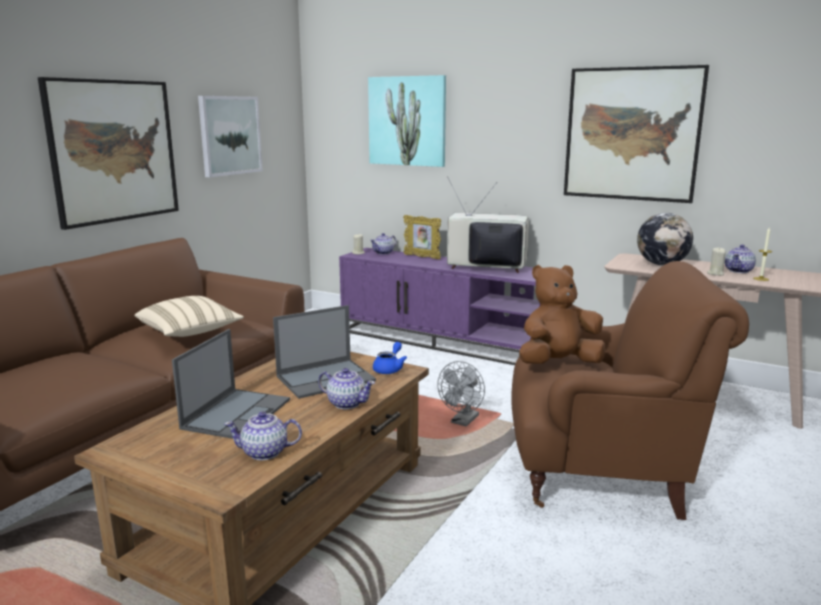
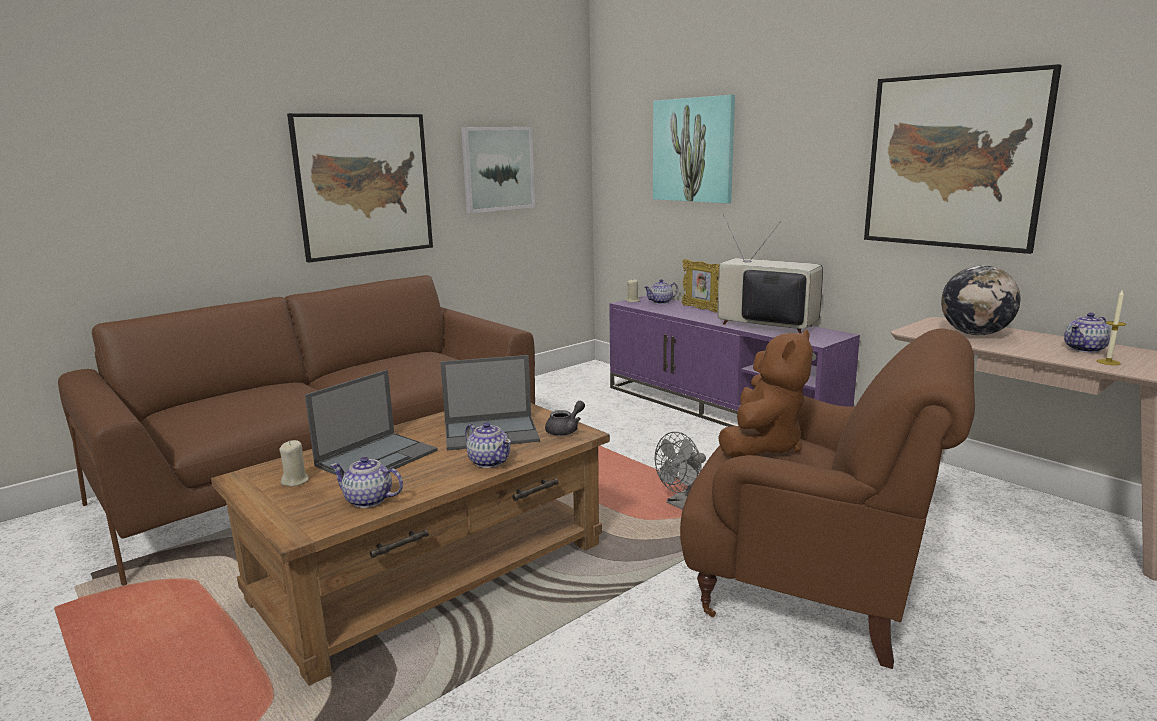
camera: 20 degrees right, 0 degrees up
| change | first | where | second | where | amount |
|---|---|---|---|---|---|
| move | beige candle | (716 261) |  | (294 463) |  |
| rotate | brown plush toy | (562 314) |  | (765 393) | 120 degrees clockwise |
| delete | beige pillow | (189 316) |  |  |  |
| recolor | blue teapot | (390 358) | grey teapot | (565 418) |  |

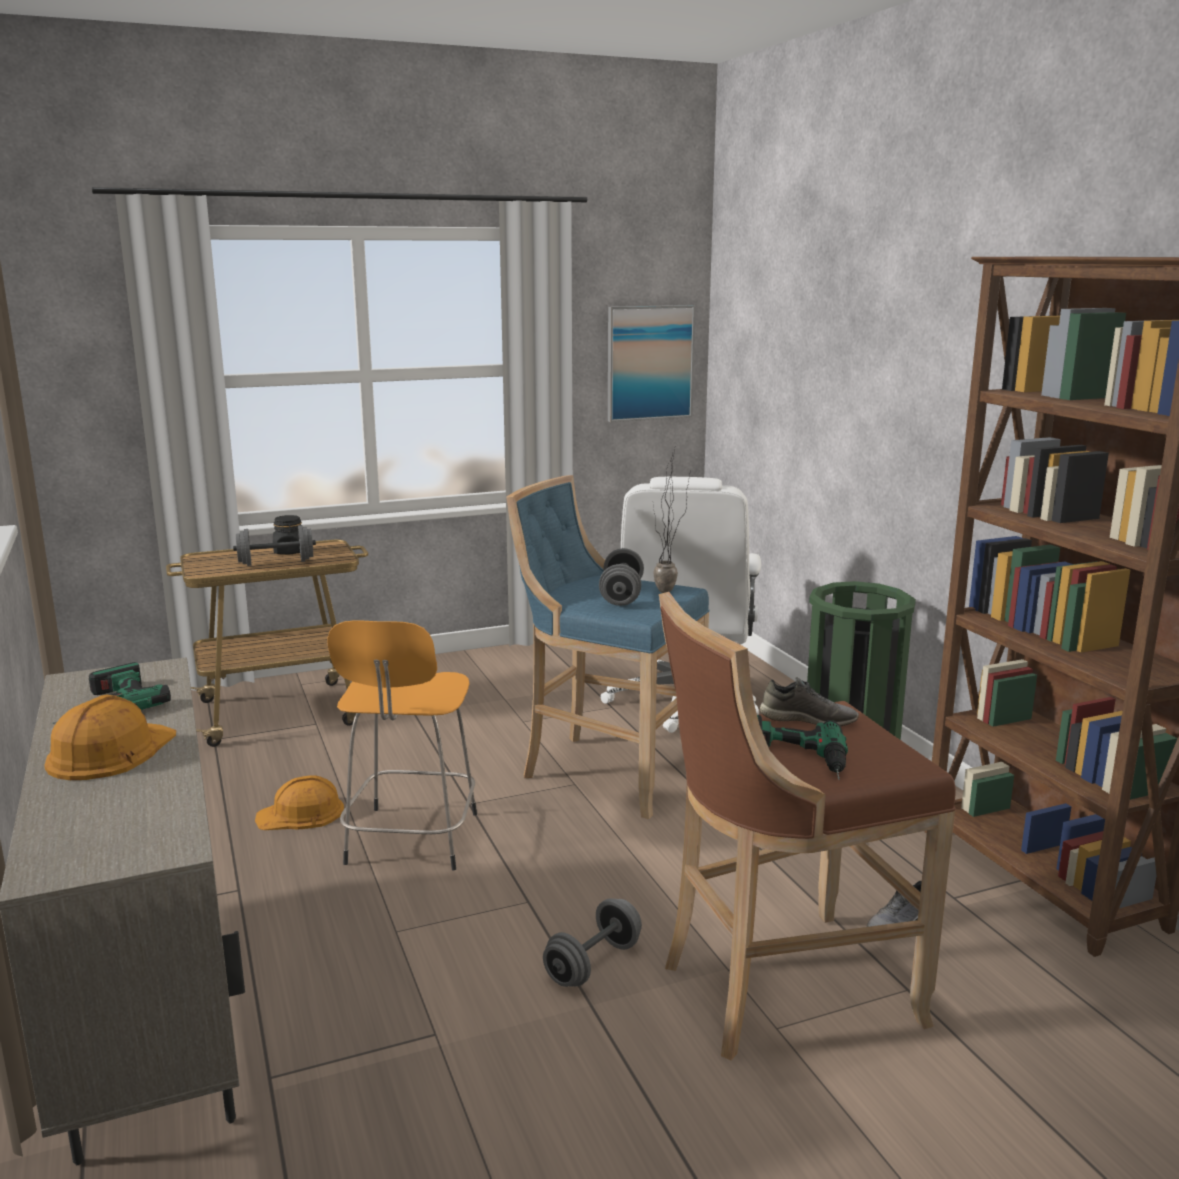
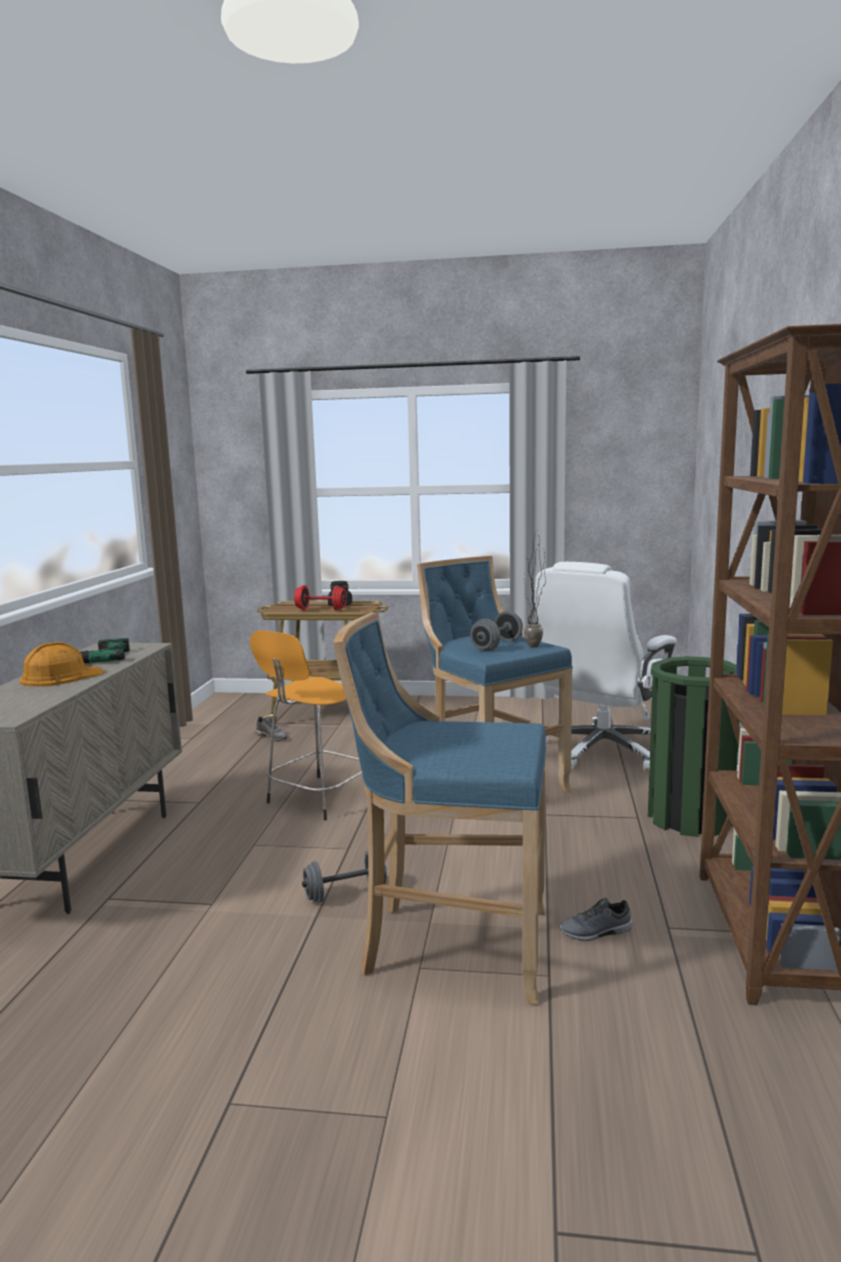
camera: 30 degrees right, 5 degrees down
| change | first | where | second | where | amount |
|---|---|---|---|---|---|
| delete | picture | (651 363) |  |  |  |
| recolor | grey dumbbell | (274 545) | red dumbbell | (320 598) |  |
| recolor | brown stool | (807 826) | blue stool | (439 808) |  |
| move | grey shoe | (809 701) |  | (271 729) |  |
| delete | power drill | (802 747) |  |  |  |
| delete | orange hard hat | (299 802) |  |  |  |

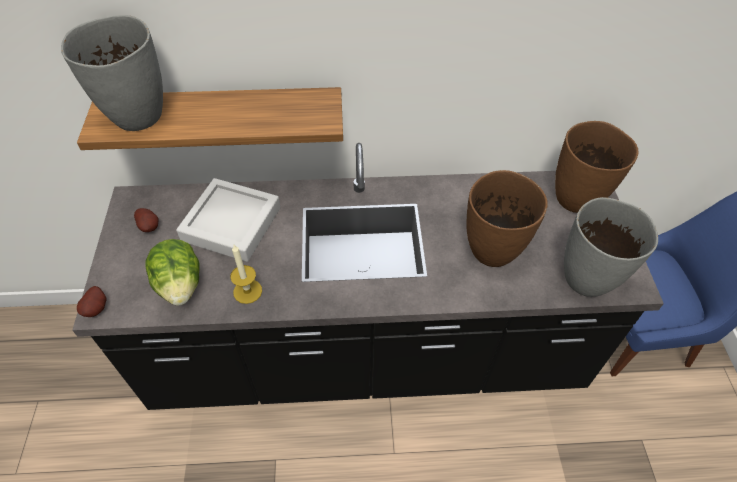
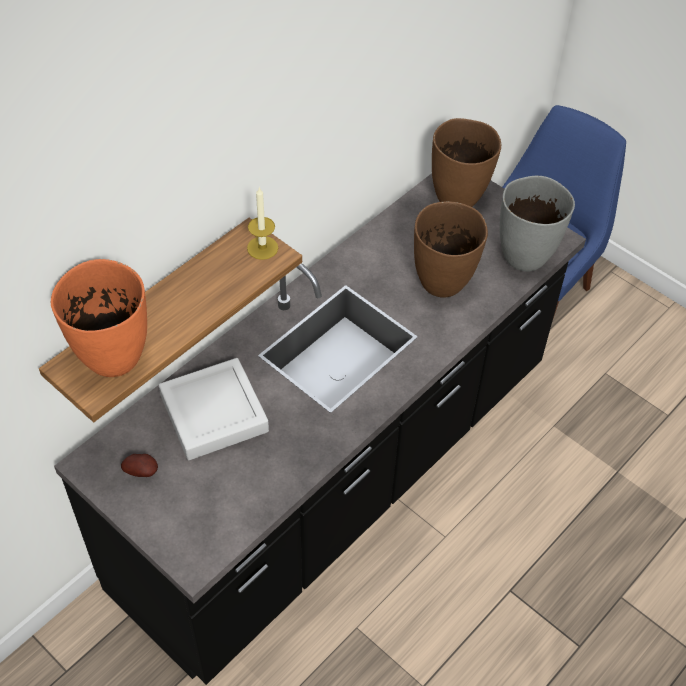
camera: 45 degrees left, 0 degrees up
| change | first | where | second | where | amount |
|---|---|---|---|---|---|
| recolor | grey vase | (112 73) | orange vase | (99 318) |  |
| delete | lettuce | (172 272) |  |  |  |
| move | candle | (246 274) |  | (262 223) |  |
| delete | potato | (92 301) |  |  |  |

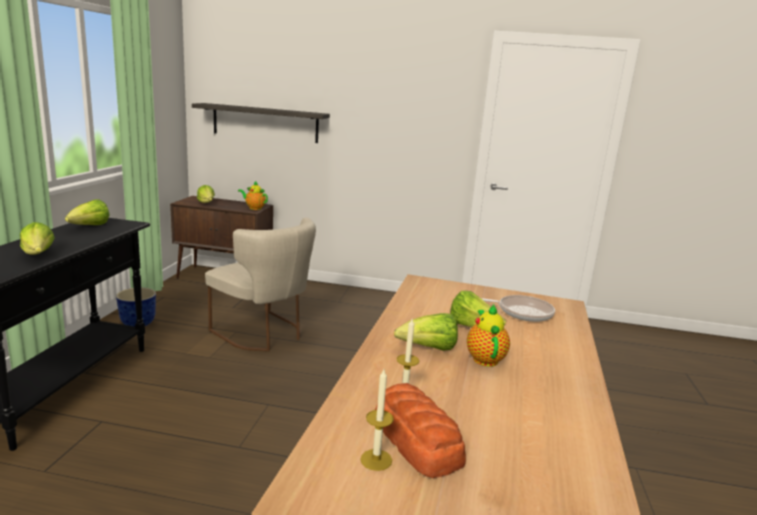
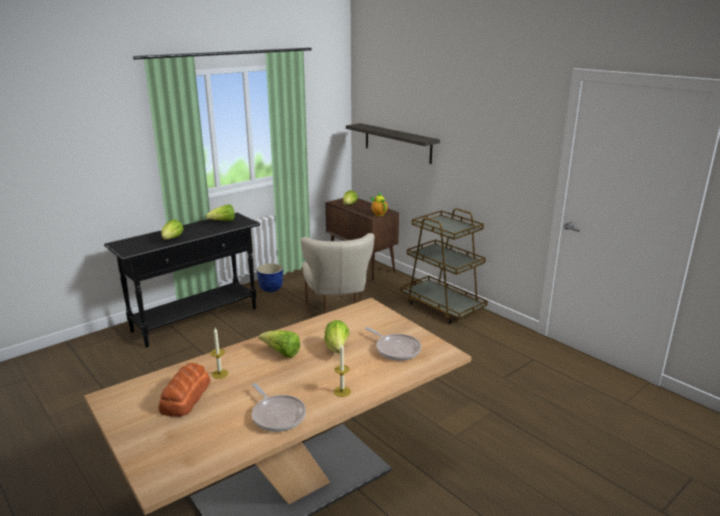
camera: 40 degrees right, 5 degrees up
| change | first | where | second | where | amount |
|---|---|---|---|---|---|
| delete | teapot | (488 335) |  |  |  |
| move | candle | (377 420) |  | (342 370) |  |
| insert |  |  | brown cart | (444 266) |  |
| insert |  |  | frying pan | (279 407) |  |

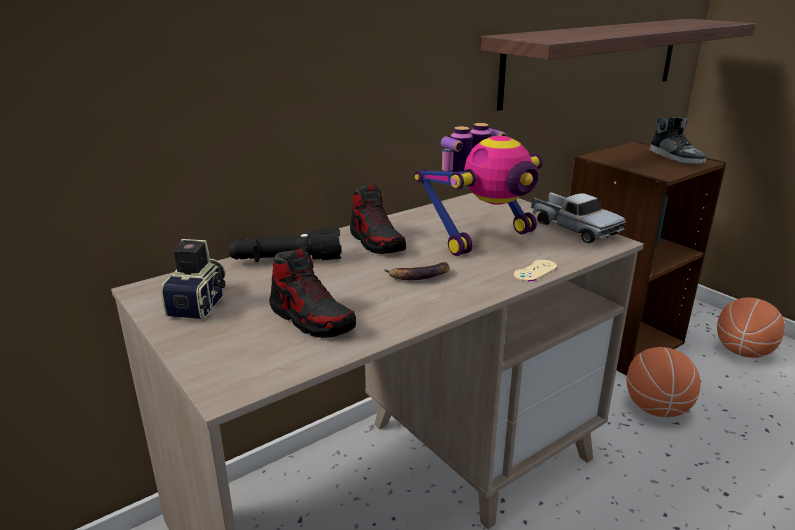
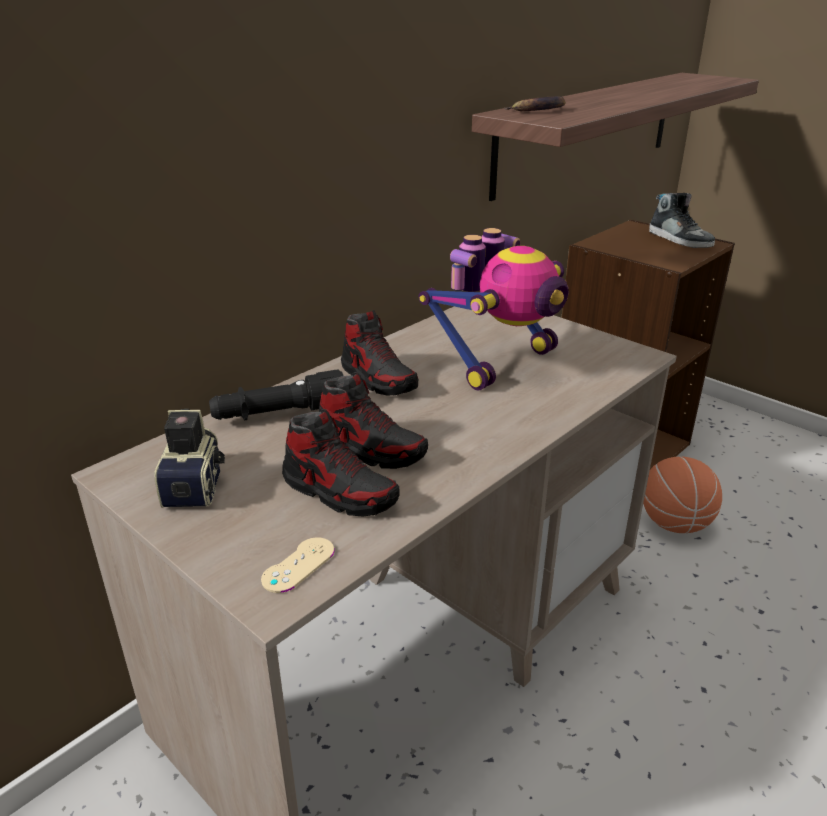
camera: 10 degrees left, 5 degrees up
| change | first | where | second | where | amount |
|---|---|---|---|---|---|
| delete | toy truck | (578 217) |  |  |  |
| move | beige game controller | (535 271) |  | (298 565) |  |
| move | banana | (417 271) |  | (535 103) |  |
| delete | basketball | (751 327) |  |  |  |
| insert |  |  | shoe | (373 420) |  |

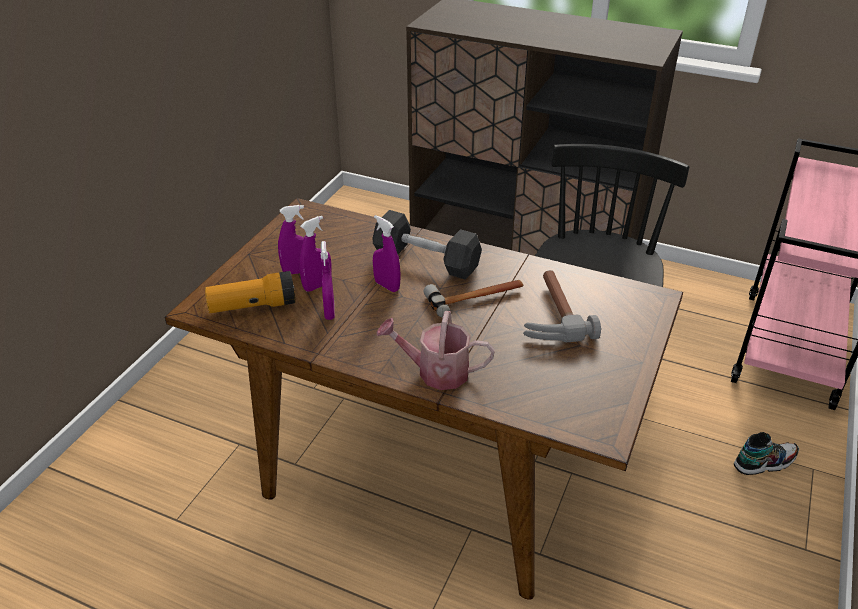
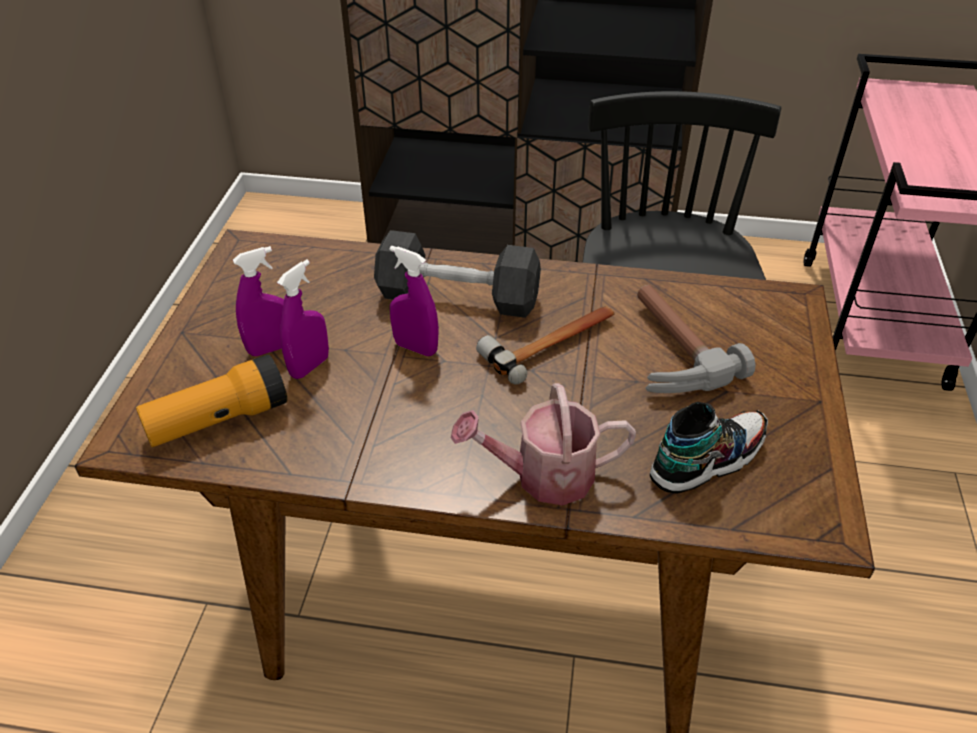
camera: 15 degrees left, 5 degrees up
| change | first | where | second | where | amount |
|---|---|---|---|---|---|
| delete | purple spray bottle | (328 280) |  |  |  |
| move | shoe | (766 453) |  | (709 448) |  |

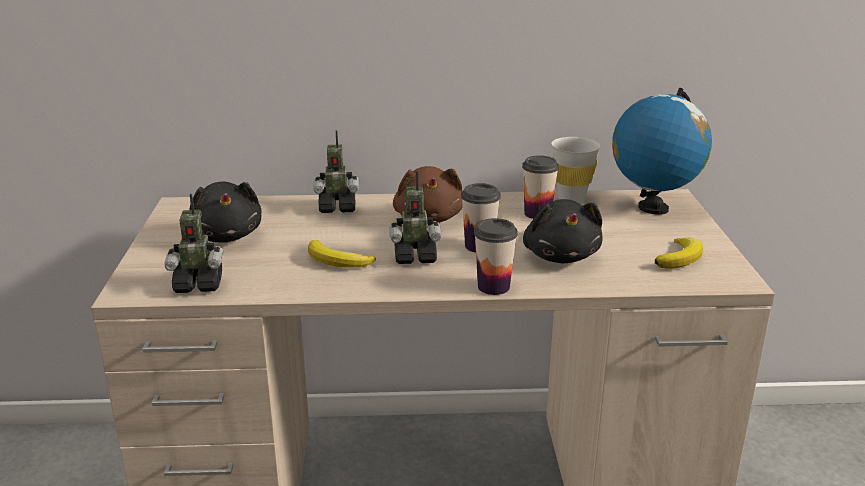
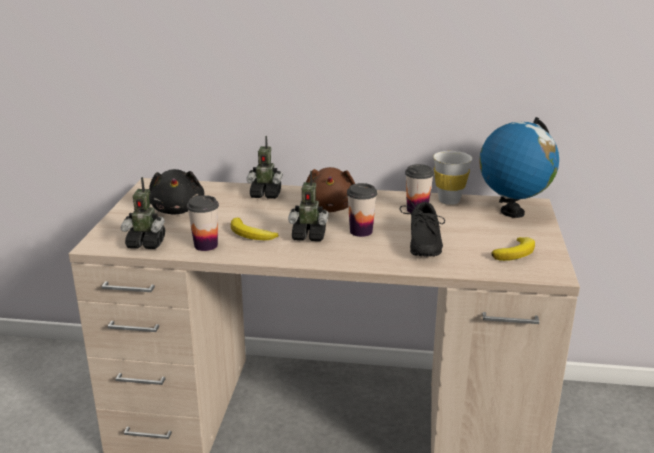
camera: 10 degrees right, 0 degrees up
| change | first | where | second | where | amount |
|---|---|---|---|---|---|
| replace | black plush toy | (562 231) | black shoe | (422 227) |  |
| move | cup | (496 256) |  | (203 223) |  |

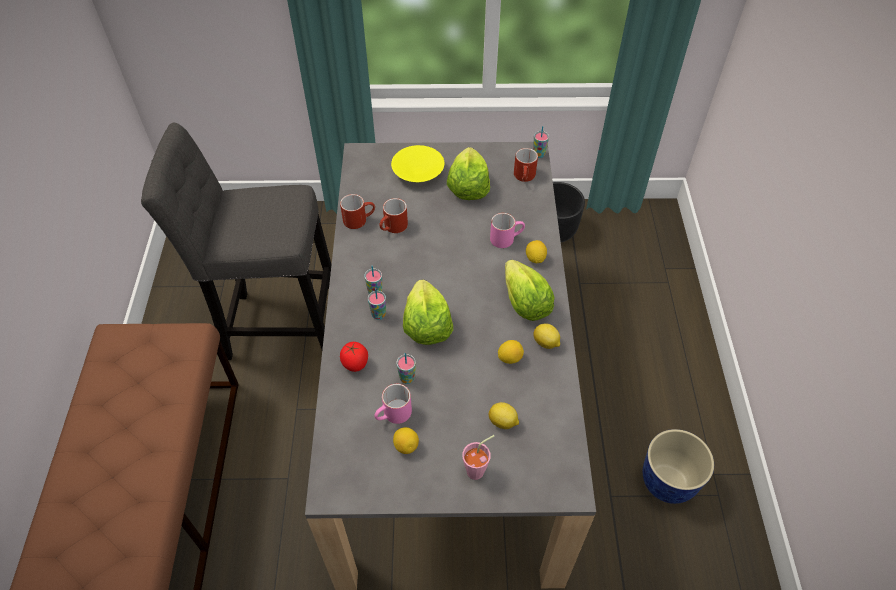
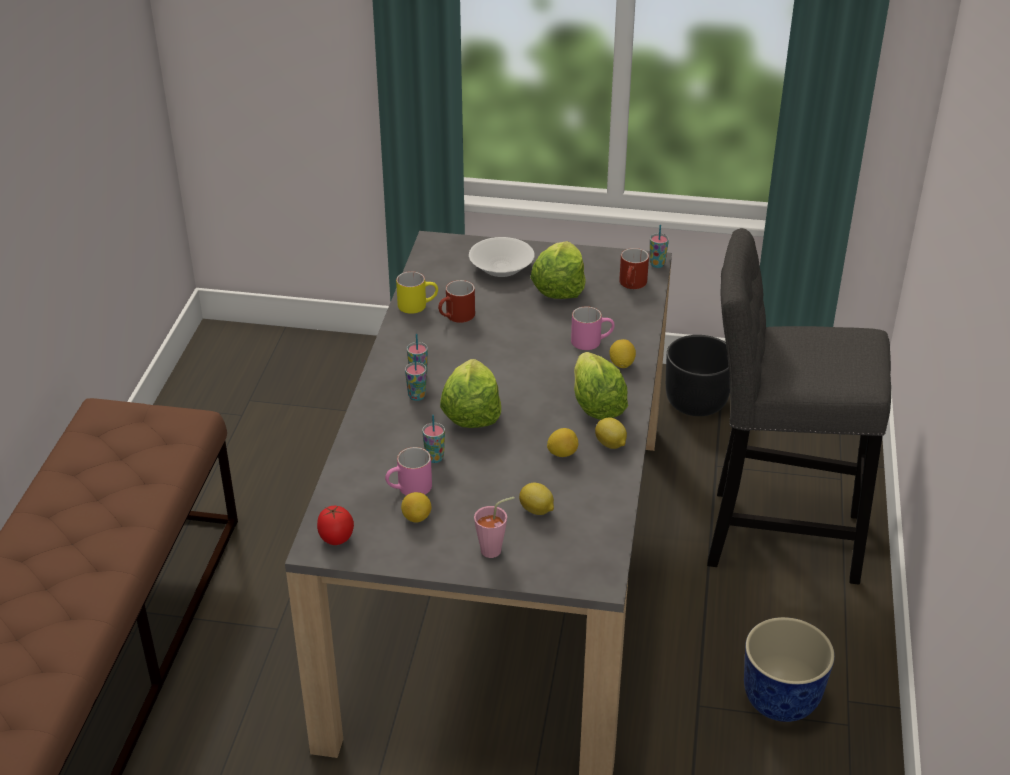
camera: 10 degrees right, 15 degrees down
| change | first | where | second | where | amount |
|---|---|---|---|---|---|
| move | grey stool | (236 241) |  | (799 406) |  |
| recolor | yellow bowl | (418 164) | white bowl | (501 257) |  |
| recolor | red mug | (357 211) | yellow mug | (417 292) |  |
| move | tomato | (354 357) |  | (335 525) |  |

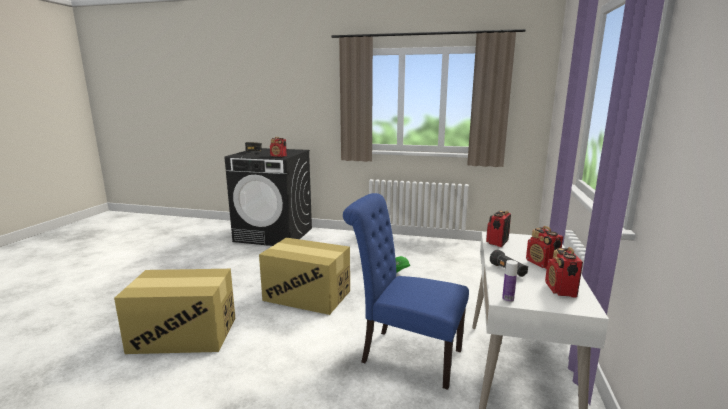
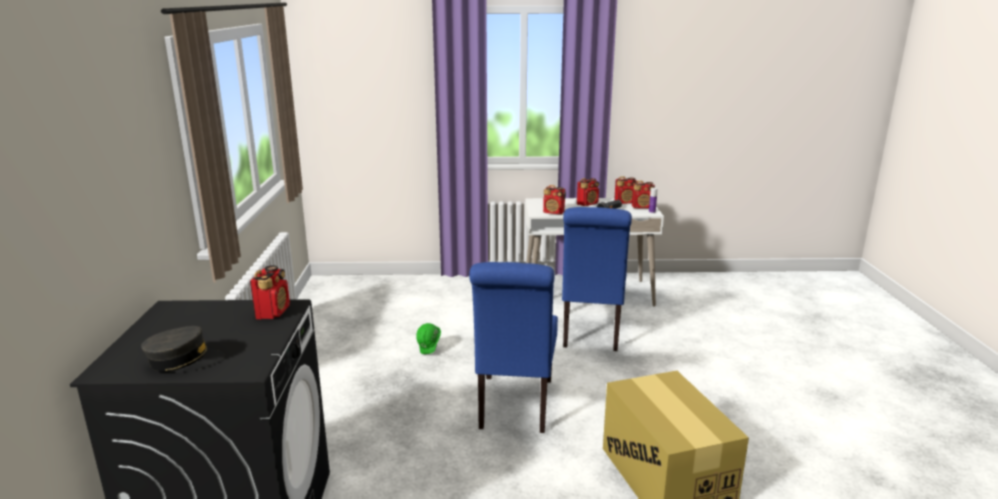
camera: 105 degrees left, 5 degrees up
| change | first | where | second | where | amount |
|---|---|---|---|---|---|
| replace | cardboard box | (304 276) | blue chair | (513 347) |  |
| insert |  |  | radio | (643 195) |  |

